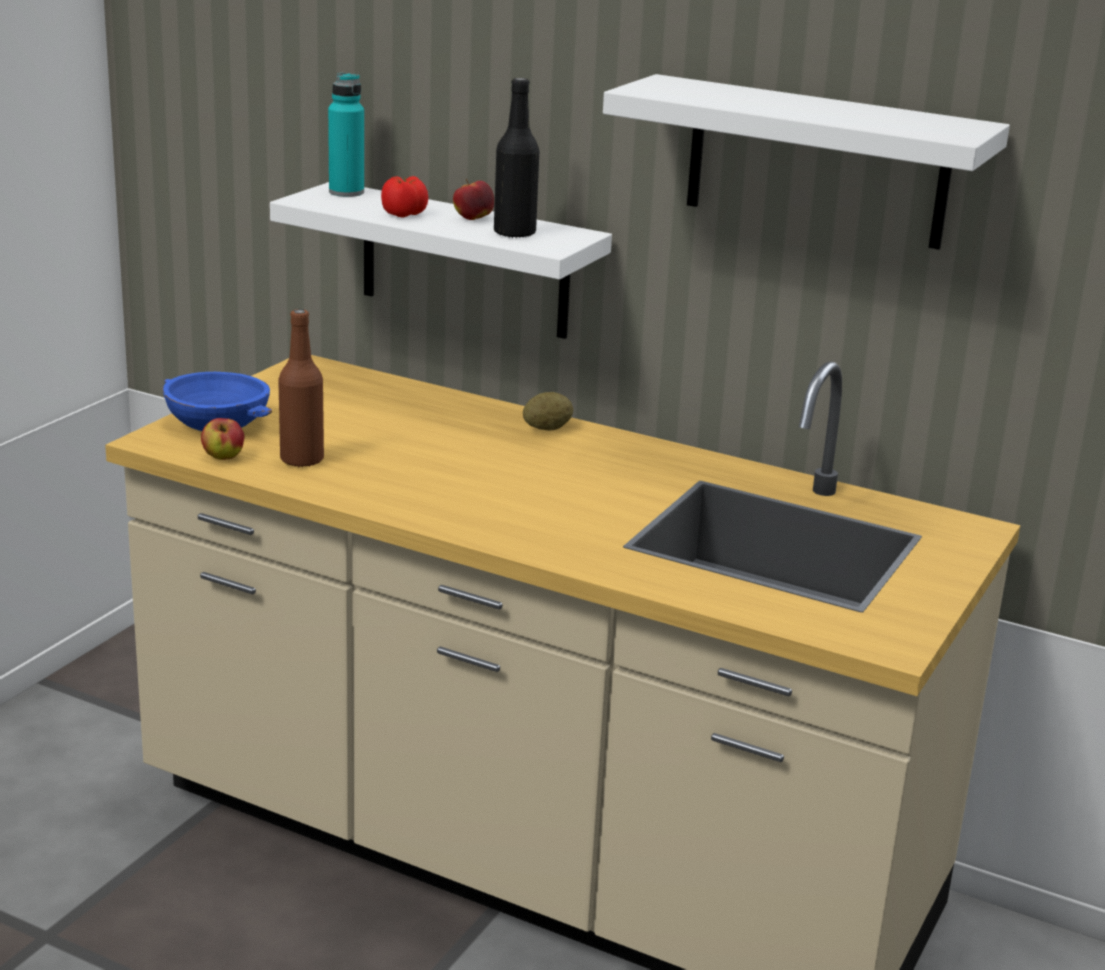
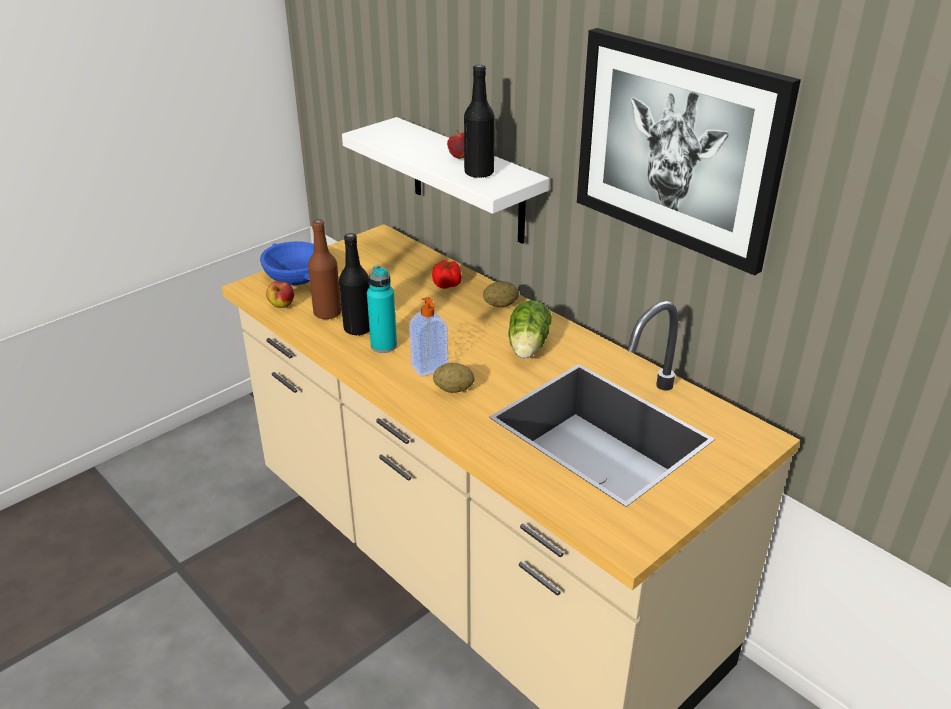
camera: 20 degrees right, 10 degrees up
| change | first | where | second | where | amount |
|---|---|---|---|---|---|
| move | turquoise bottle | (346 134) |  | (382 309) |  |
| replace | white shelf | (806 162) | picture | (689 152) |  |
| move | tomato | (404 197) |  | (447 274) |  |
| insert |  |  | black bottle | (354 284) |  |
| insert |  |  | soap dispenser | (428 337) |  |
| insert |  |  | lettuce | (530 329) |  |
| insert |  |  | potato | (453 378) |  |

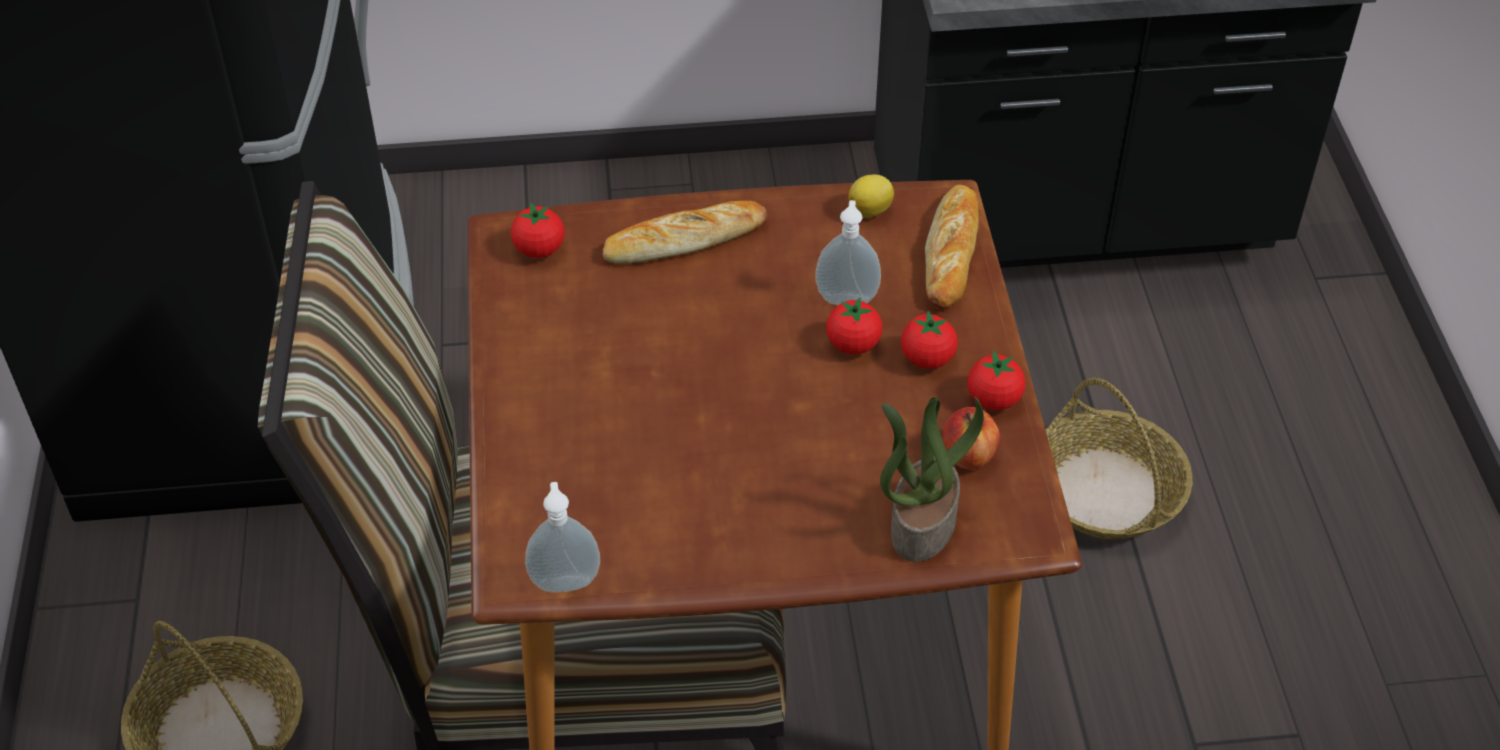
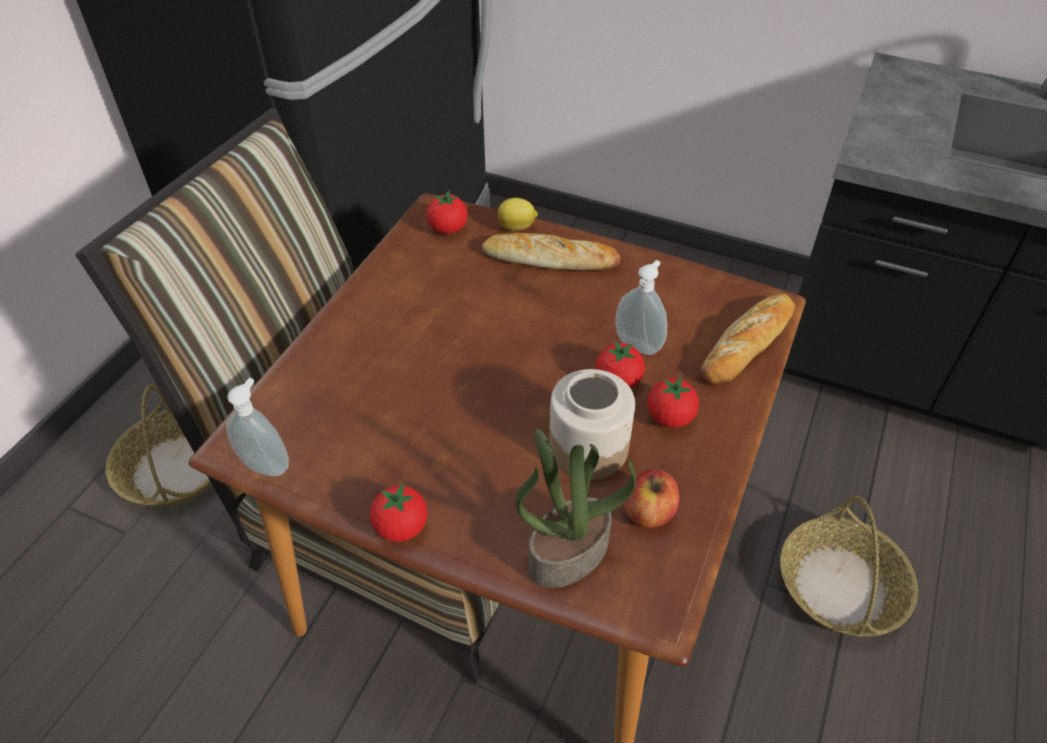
camera: 30 degrees right, 0 degrees up
| change | first | where | second | where | amount |
|---|---|---|---|---|---|
| move | lemon | (871 196) |  | (518 214) |  |
| move | tomato | (996 380) |  | (398 512) |  |
| insert |  |  | jar | (592 424) |  |

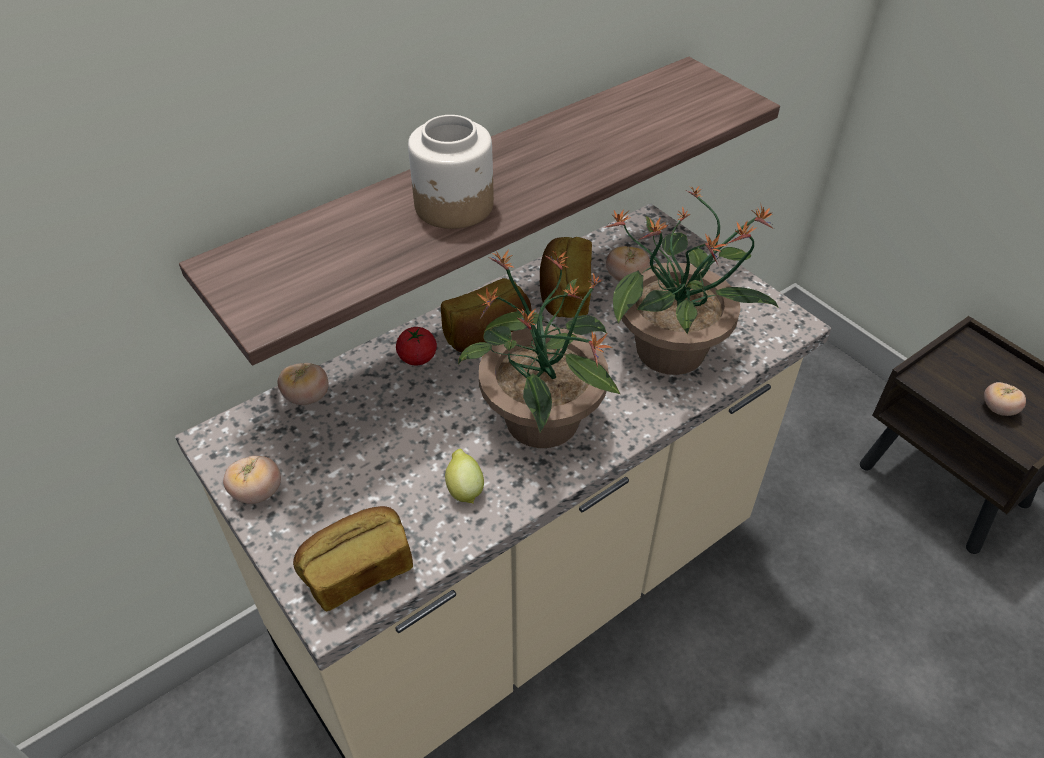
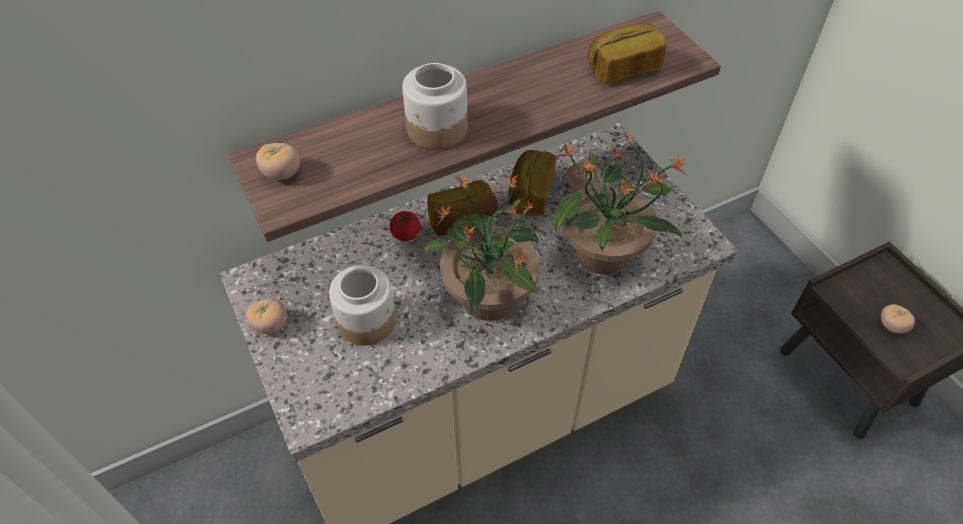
camera: 10 degrees right, 5 degrees up
| change | first | where | second | where | amount |
|---|---|---|---|---|---|
| move | tomato | (302 384) |  | (278 161) |  |
| delete | lemon | (464 476) |  |  |  |
| move | bread | (353 558) |  | (627 53) |  |
| insert |  |  | jar | (362 305) |  |

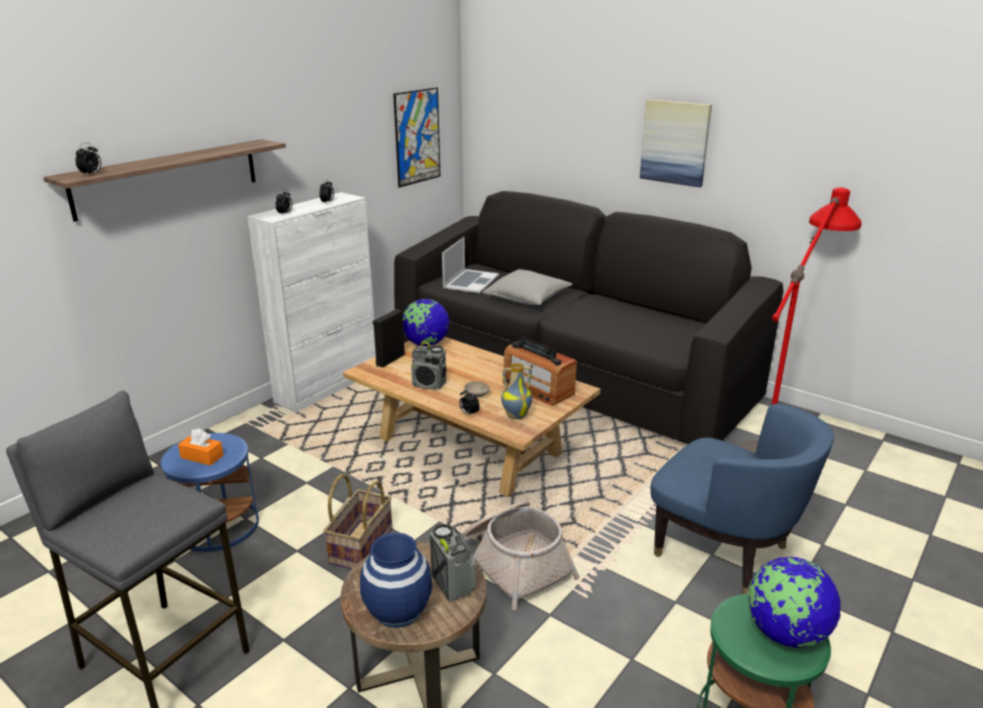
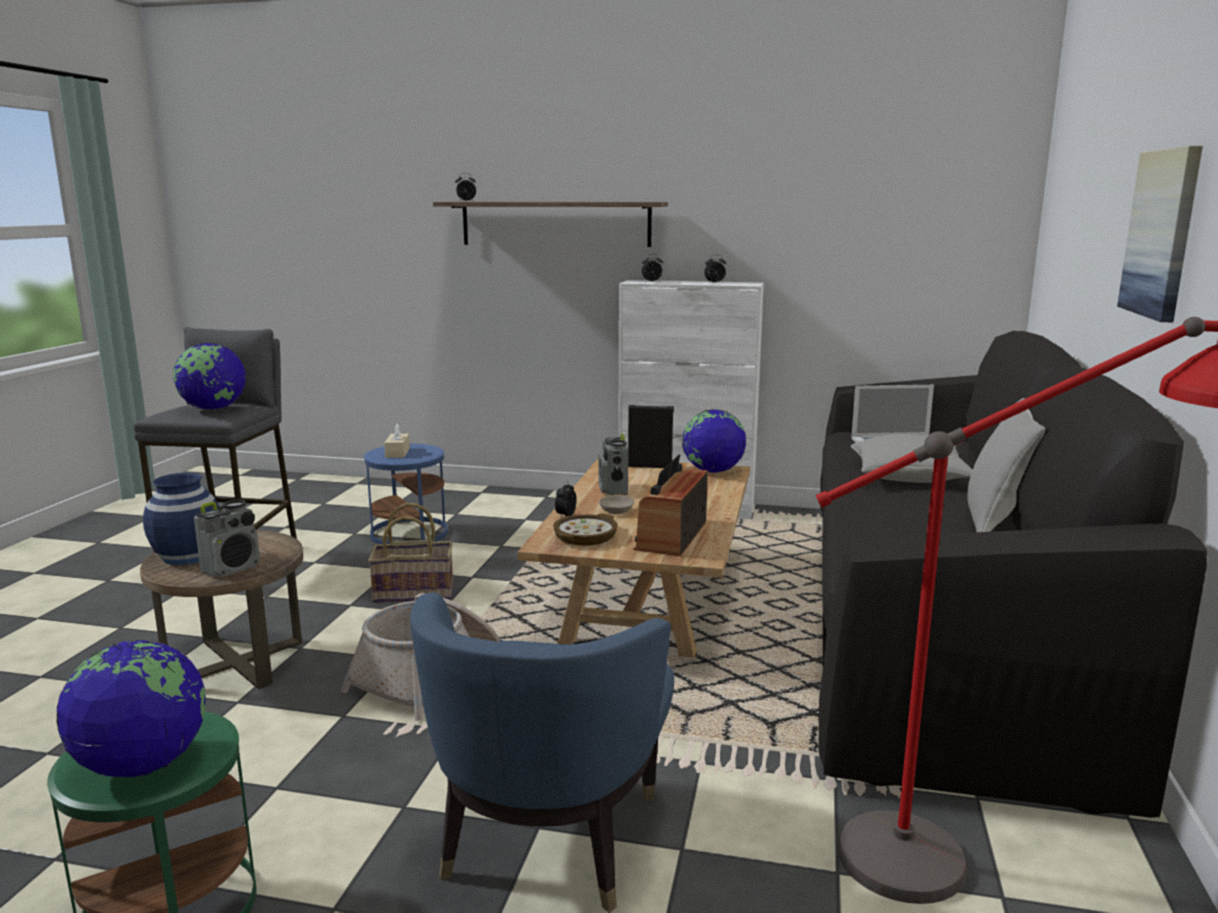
camera: 65 degrees right, 10 degrees down
| change | first | where | second | where | amount |
|---|---|---|---|---|---|
| delete | picture | (416 137) |  |  |  |
| replace | vase | (516 391) | bowl | (585 530) |  |
| recolor | orange tissue box | (201 447) | beige tissue box | (397 440) |  |
| insert |  |  | globe | (209 376) |  |
| insert |  |  | grey pillow | (1006 465) |  |

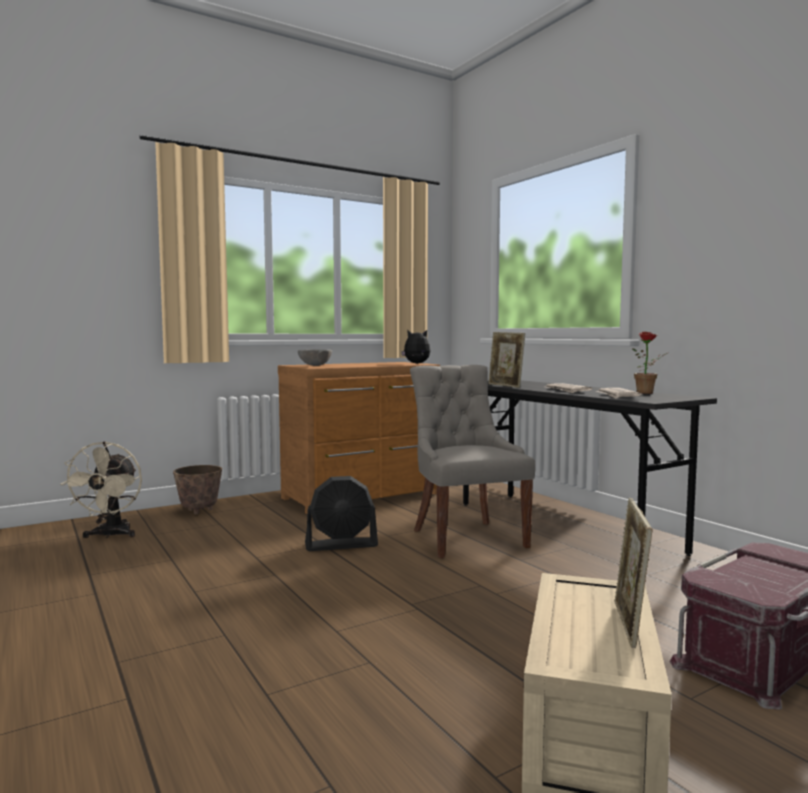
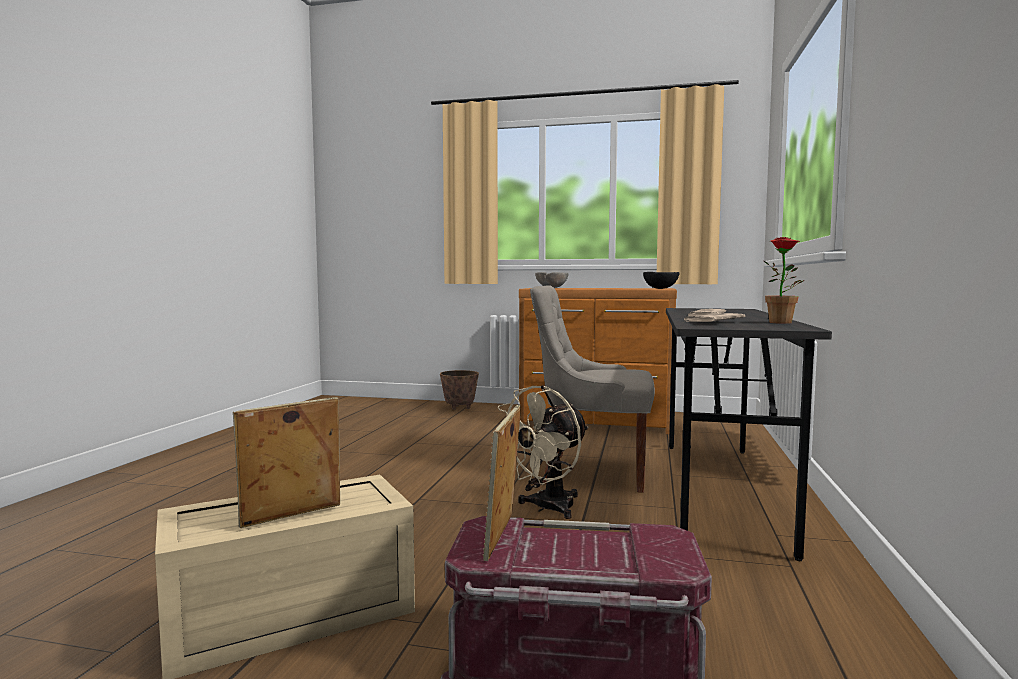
camera: 45 degrees right, 0 degrees up
| change | first | where | second | where | amount |
|---|---|---|---|---|---|
| replace | plush toy | (416 347) | black bowl | (661 280) |  |
| move | picture frame | (506 360) |  | (502 483) |  |
| rotate | grey chair | (473 461) |  | (592 389) | 105 degrees counterclockwise |
| move | beige fan | (101 489) |  | (541 452) |  |
| delete | black fan | (341 513) |  |  |  |

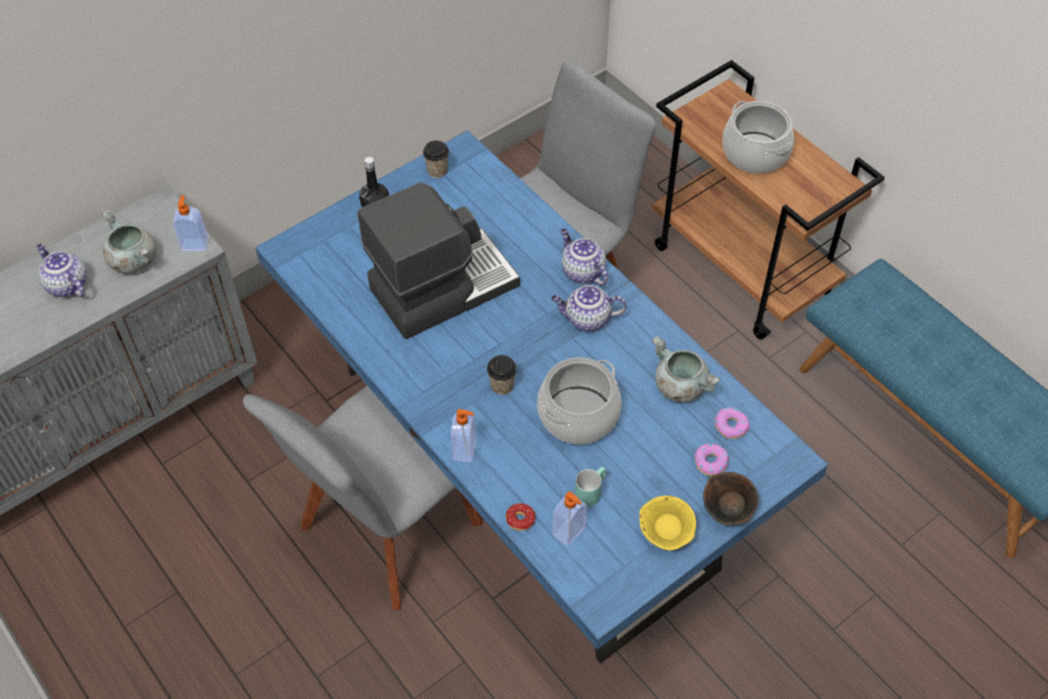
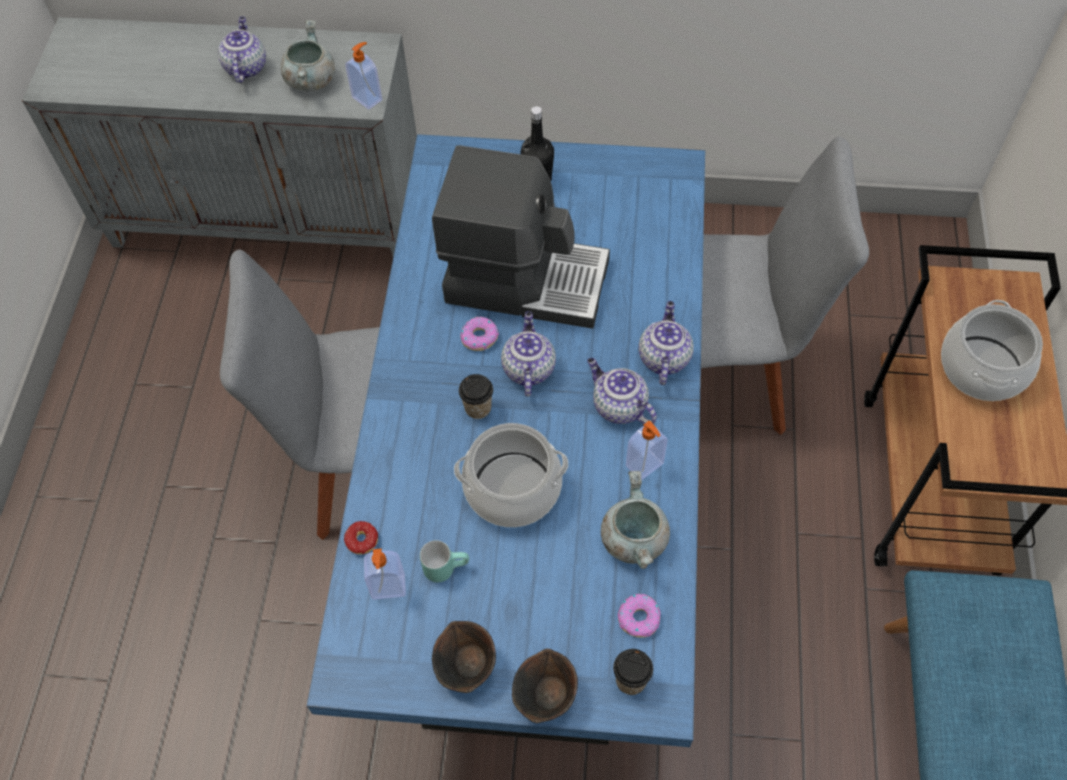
camera: 45 degrees right, 5 degrees up
| change | first | where | second | where | amount |
|---|---|---|---|---|---|
| move | cup | (436 159) |  | (633 672) |  |
| move | soap dispenser | (463 435) |  | (647 450) |  |
| move | donut | (712 460) |  | (479 334) |  |
| recolor | yellow bowl | (667 523) | brown bowl | (464 657) |  |
| insert |  |  | teapot | (528 354) |  |

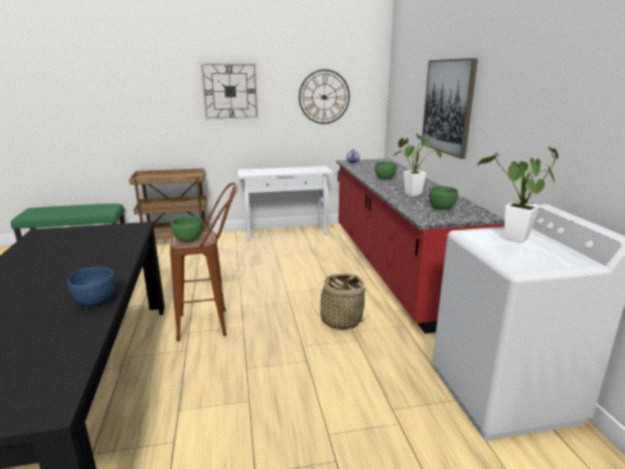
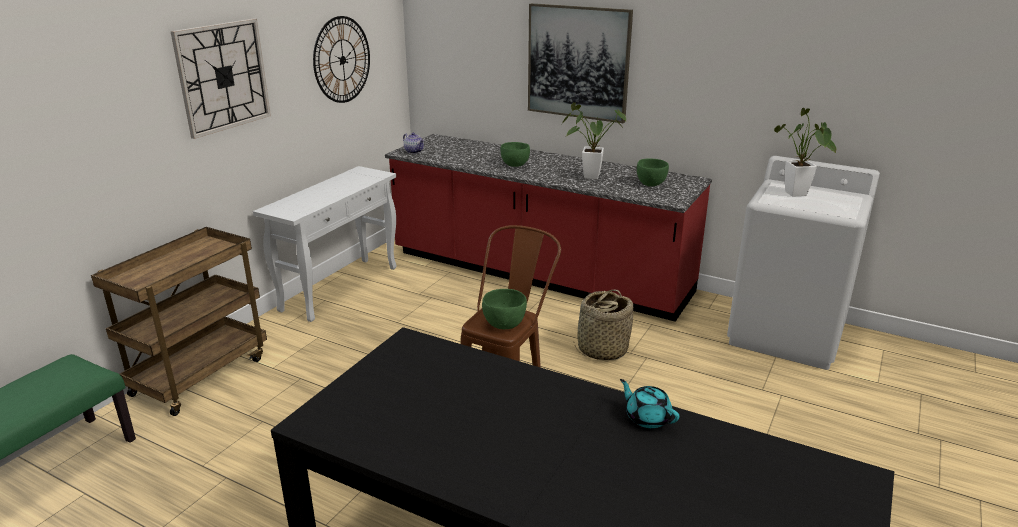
camera: 50 degrees left, 5 degrees up
| change | first | where | second | where | amount |
|---|---|---|---|---|---|
| replace | blue bowl | (91 286) | turquoise teapot | (650 403) |  |

